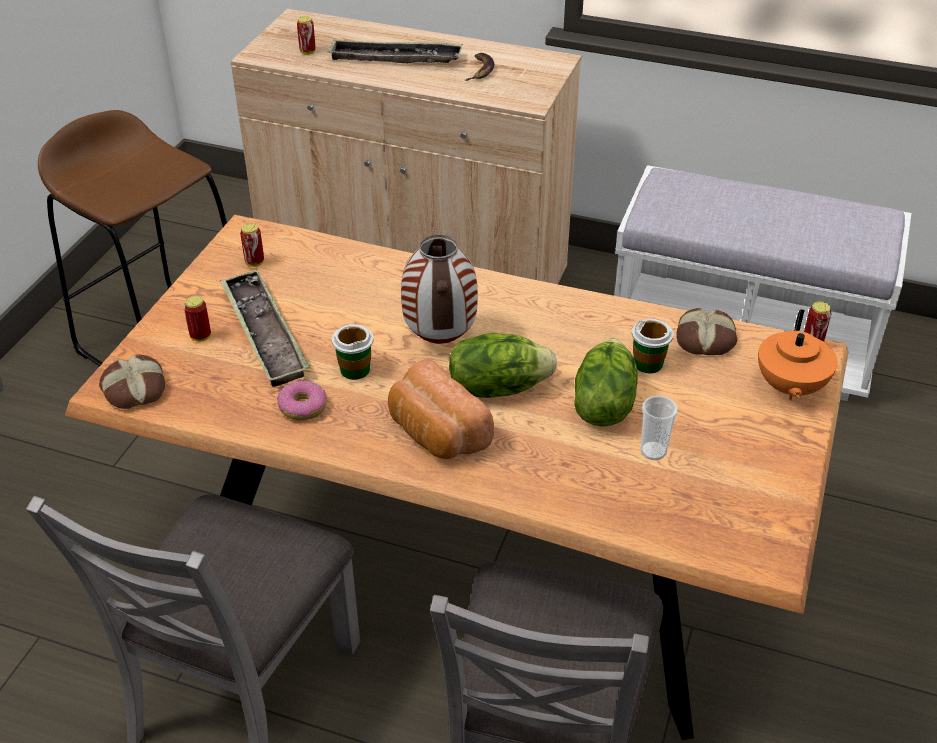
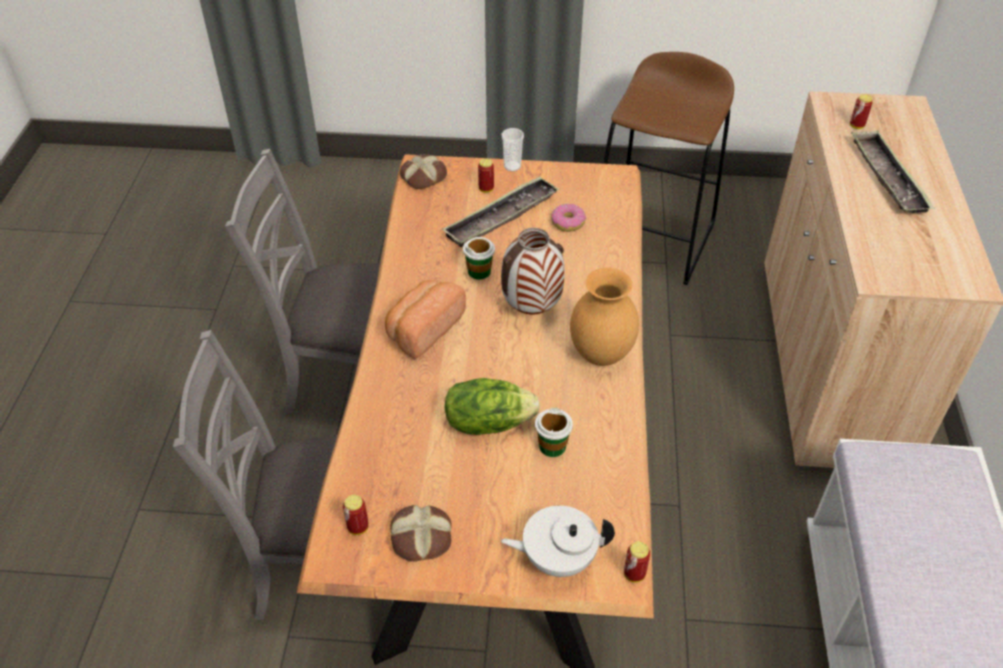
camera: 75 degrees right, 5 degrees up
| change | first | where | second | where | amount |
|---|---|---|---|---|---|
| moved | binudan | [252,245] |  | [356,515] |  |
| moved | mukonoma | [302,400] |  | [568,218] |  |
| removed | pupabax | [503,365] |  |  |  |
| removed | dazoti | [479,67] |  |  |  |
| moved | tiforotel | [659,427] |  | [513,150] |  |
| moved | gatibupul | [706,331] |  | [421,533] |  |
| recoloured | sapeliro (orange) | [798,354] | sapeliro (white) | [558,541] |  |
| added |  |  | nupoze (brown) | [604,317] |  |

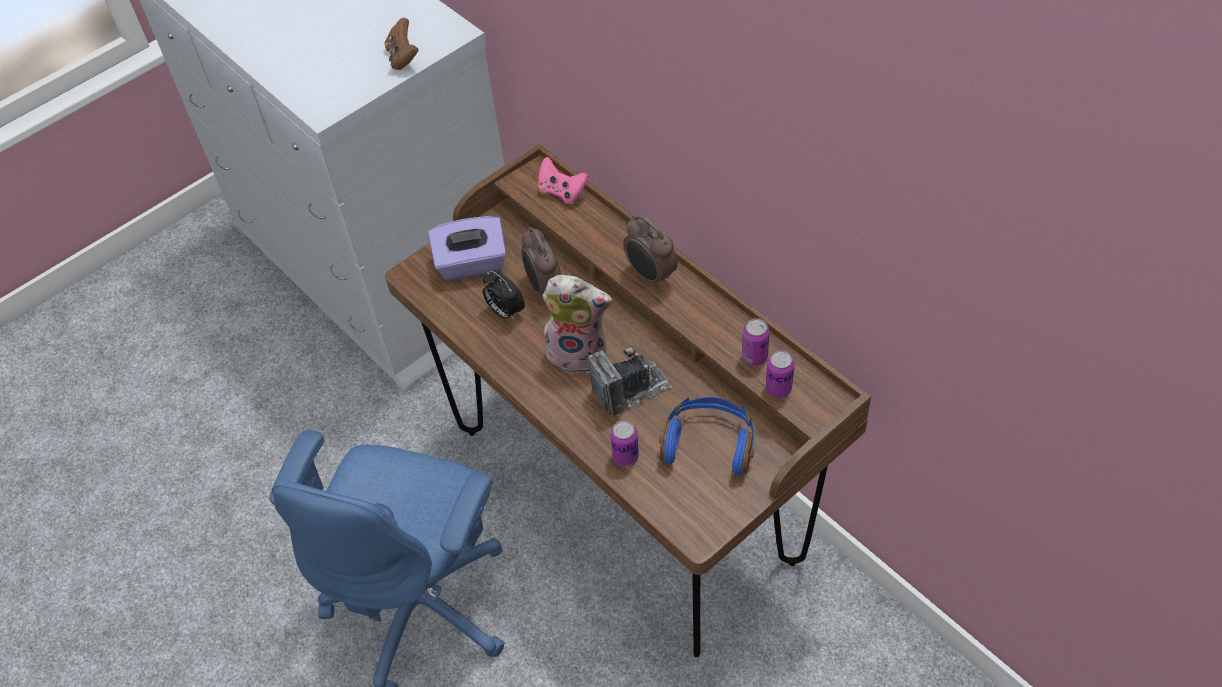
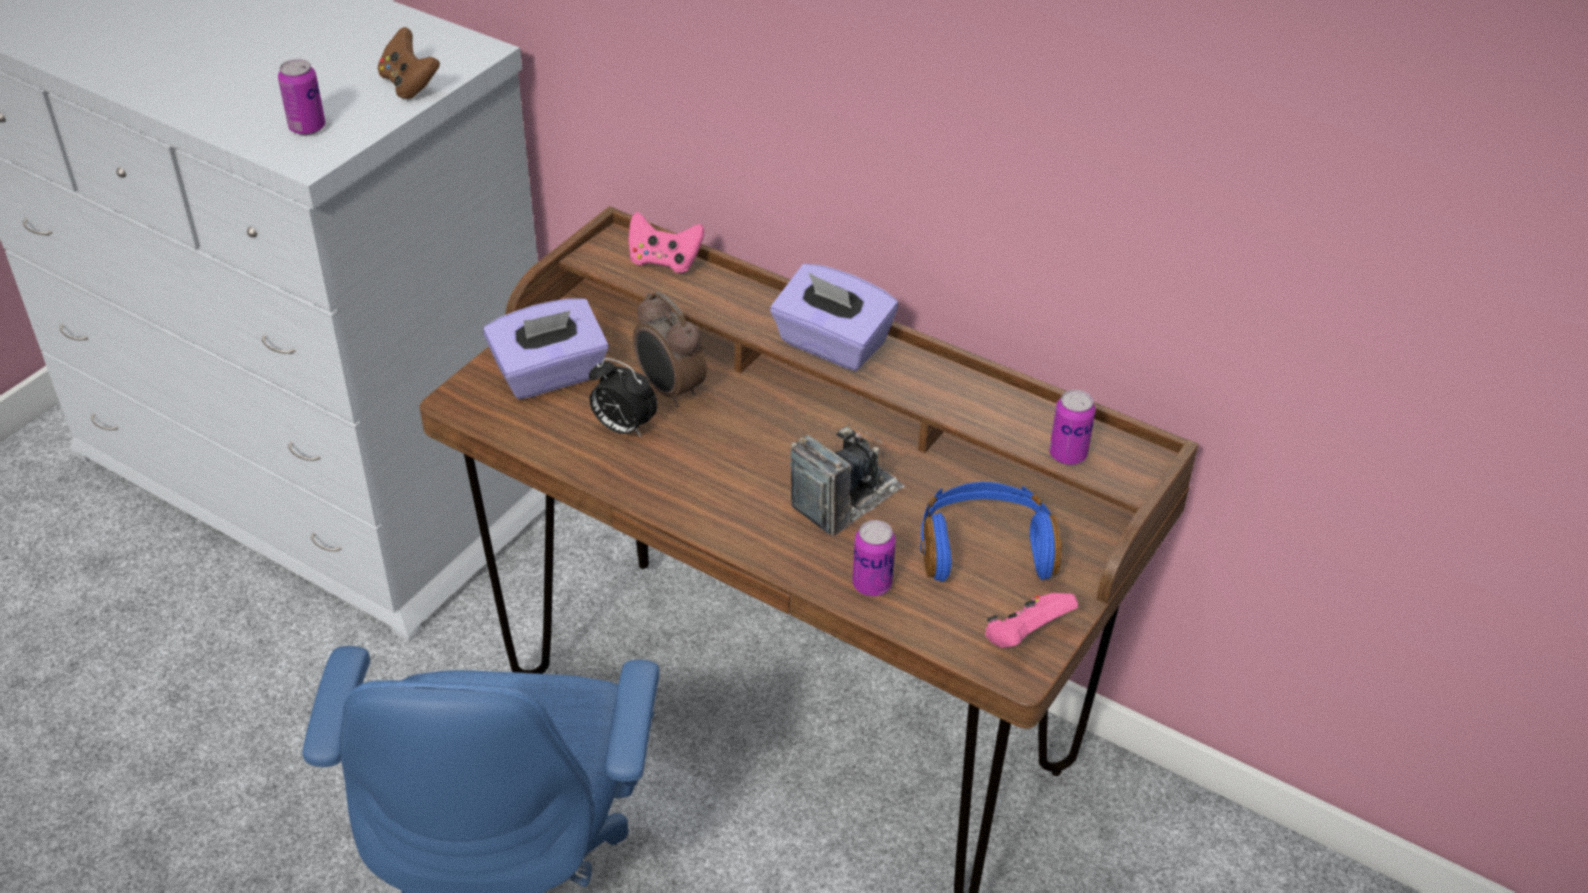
camera: 20 degrees left, 10 degrees down
| change | first | where | second | where | amount |
|---|---|---|---|---|---|
| removed | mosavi | [577,324] |  |  |  |
| replaced | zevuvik | [650,252] | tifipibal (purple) | [834,317] |  |
| moved | binudan | [756,342] |  | [301,97] |  |
| added |  |  | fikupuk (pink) | [1031,620] |  |

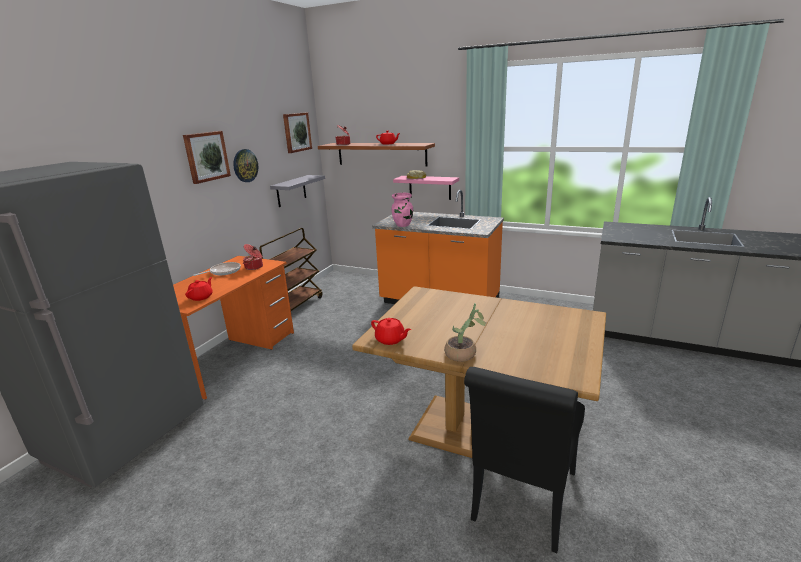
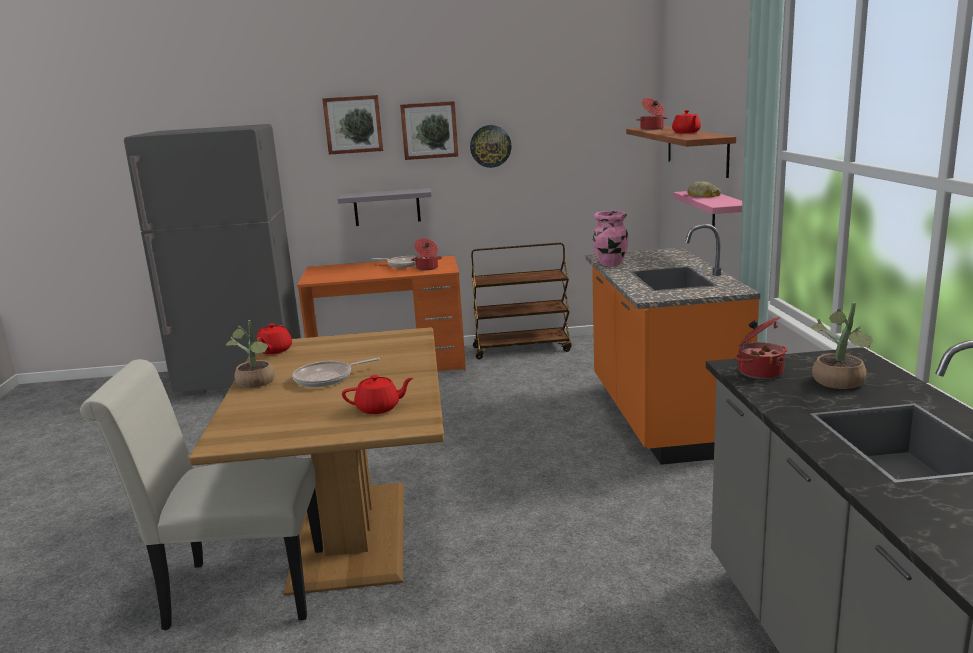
camera: 60 degrees right, 5 degrees down
| change | first | where | second | where | amount |
|---|---|---|---|---|---|
| moved | sapeliro (red) | [199,289] |  | [377,394] |  |
| moved | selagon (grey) | [297,191] |  | [385,207] |  |
| moved | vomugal | [297,132] |  | [352,125] |  |
| recoloured | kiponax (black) | [524,460] | kiponax (white) | [201,494] |  |
| added |  |  | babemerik | [336,372] |  |
| added |  |  | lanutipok | [761,348] |  |
| added |  |  | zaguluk | [842,345] |  |

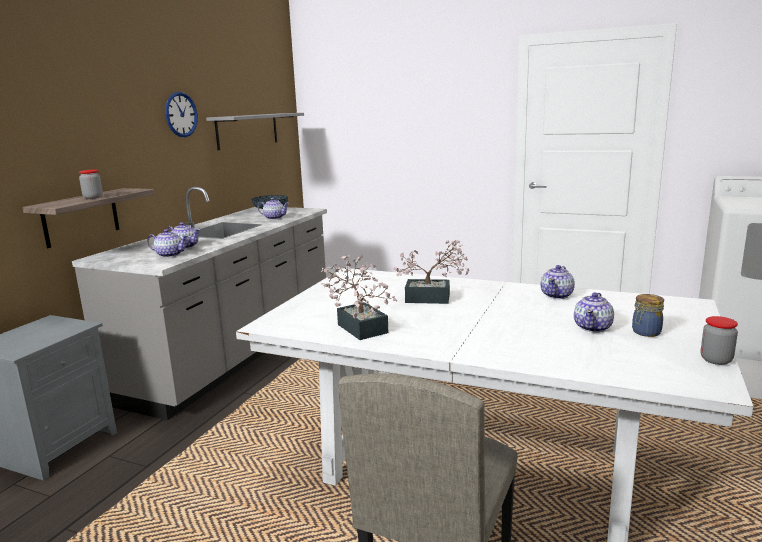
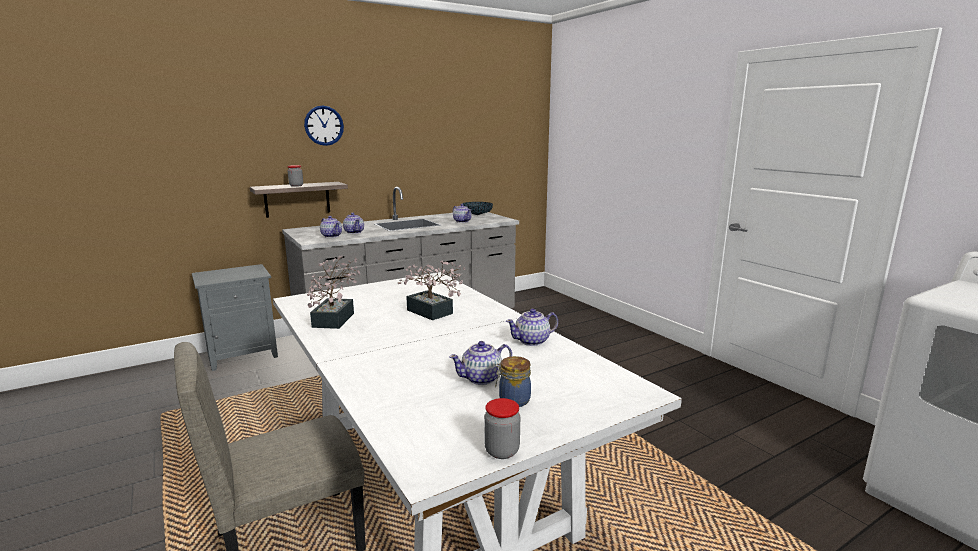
camera: 35 degrees right, 0 degrees up
| change | first | where | second | where | amount |
|---|---|---|---|---|---|
| moved | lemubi | [181,114] |  | [324,125] |  |
| removed | selagon (grey) | [255,131] |  |  |  |

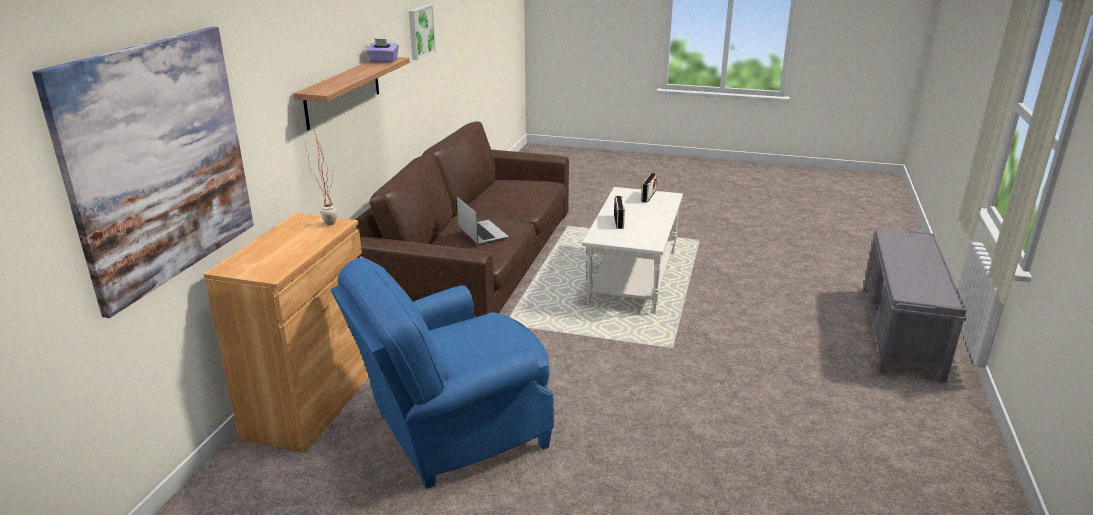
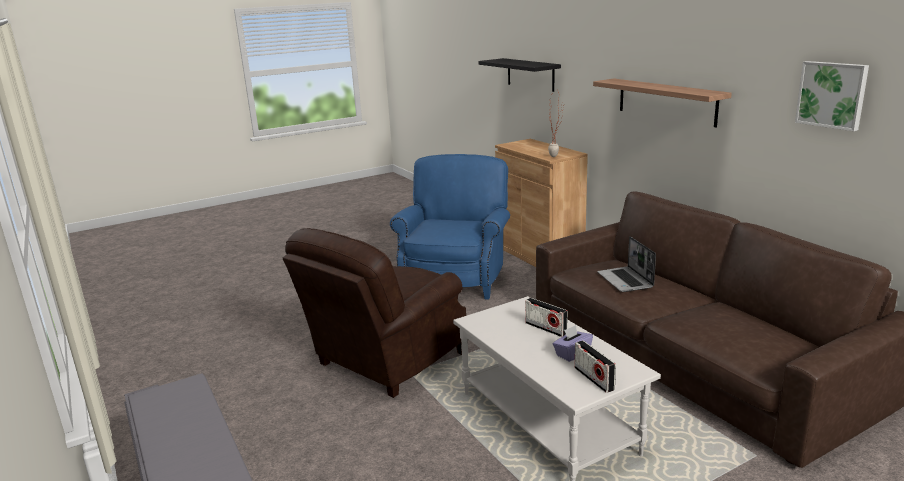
camera: 135 degrees right, 5 degrees down
| change | first | where | second | where | amount |
|---|---|---|---|---|---|
| replaced | vomugal | [143,172] | selagon (black) | [520,75] |  |
| moved | tifipibal (purple) | [382,50] |  | [573,343] |  |
| turned | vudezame | [483,220] |  | [626,264] | 60 degrees clockwise |
| added |  |  | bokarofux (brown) | [374,313] |  |

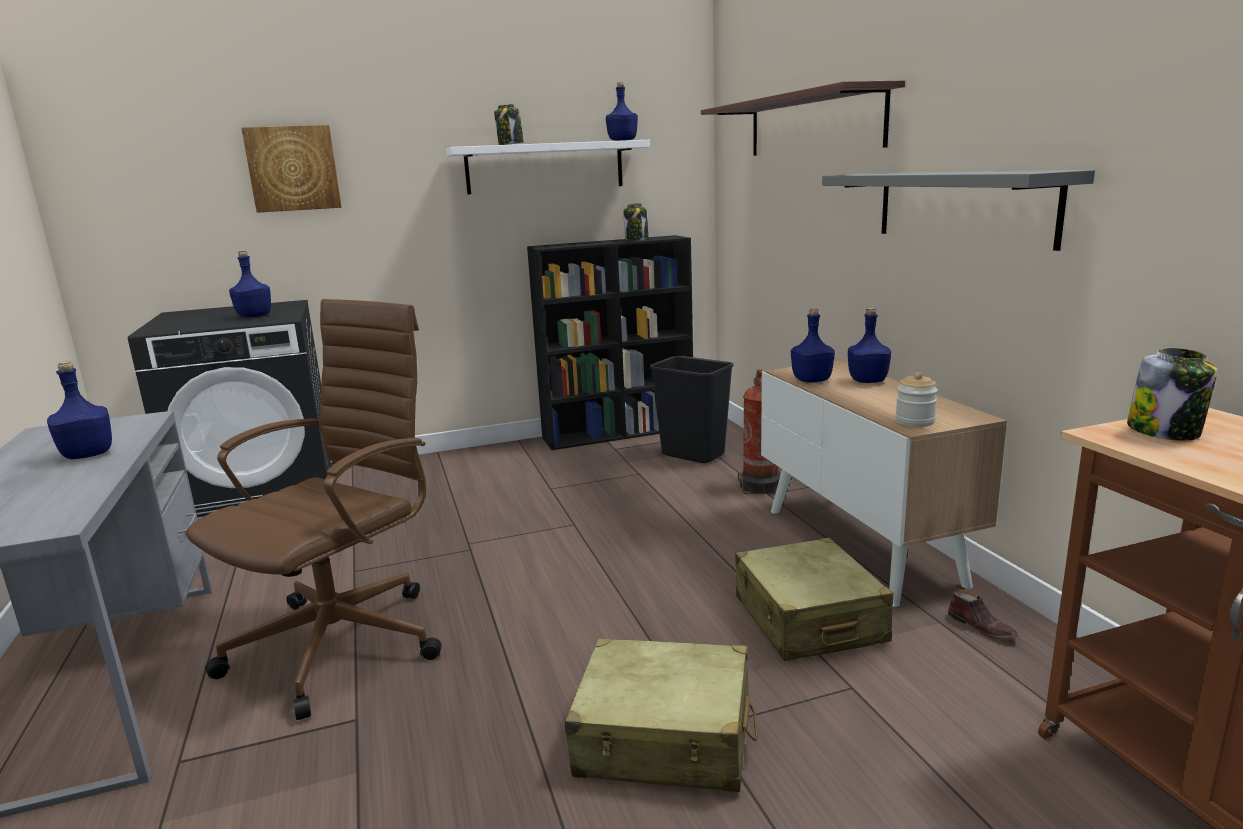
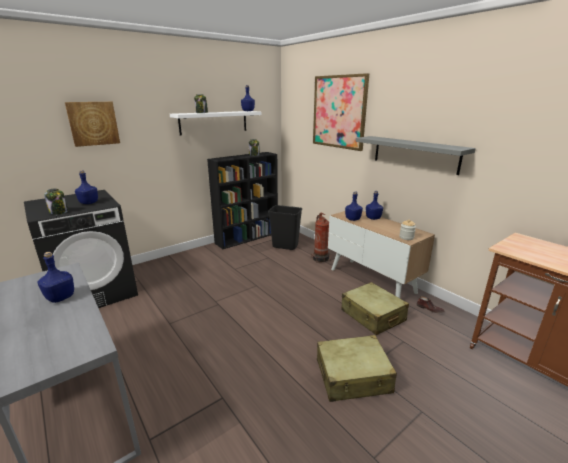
camera: 20 degrees left, 5 degrees up
| change | first | where | second | where | amount |
|---|---|---|---|---|---|
| removed | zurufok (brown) | [314,509] |  |  |  |
| replaced | selagon | [803,118] | vomugal | [341,112] |  |
| moved | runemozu | [1172,394] |  | [56,201] |  |

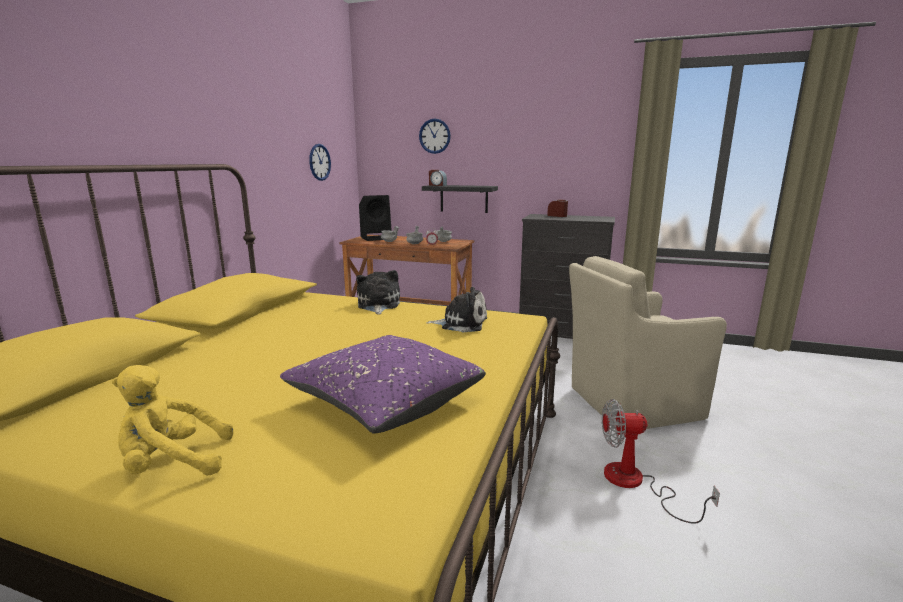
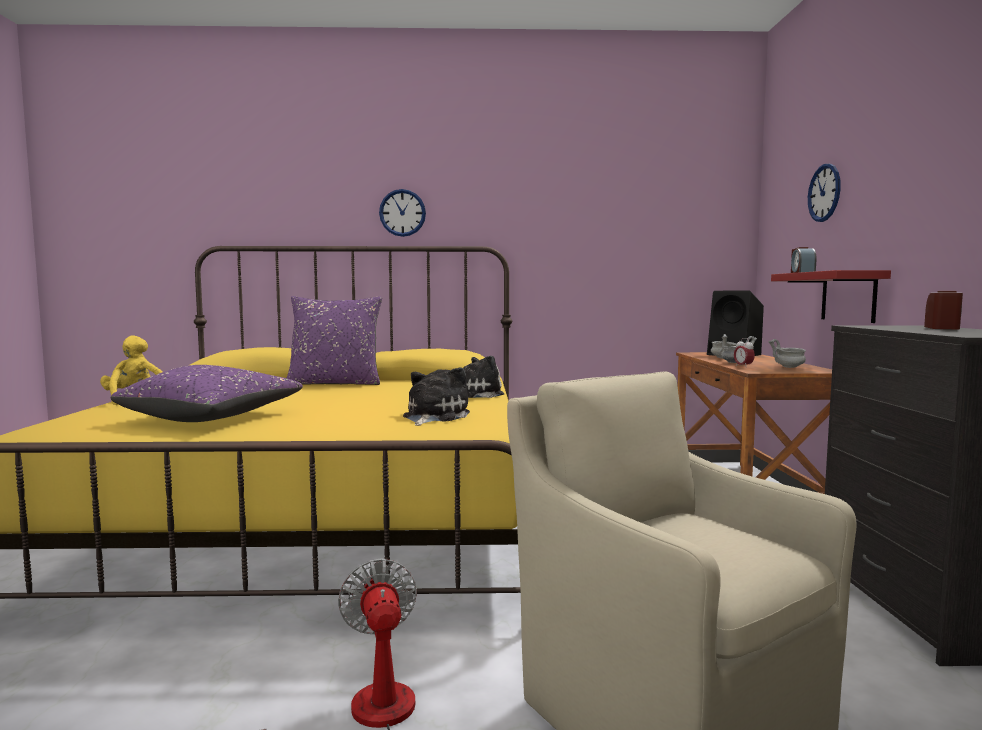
camera: 70 degrees right, 10 degrees down
| change | first | where | second | where | amount |
|---|---|---|---|---|---|
| moved | lemubi | [320,162] |  | [402,213] |  |
| recoloured | selagon (black) | [460,199] | selagon (red) | [831,296] |  |
| turned | mosavi | [456,309] |  | [436,397] | 150 degrees counterclockwise |
| added |  |  | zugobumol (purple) | [334,340] |  |

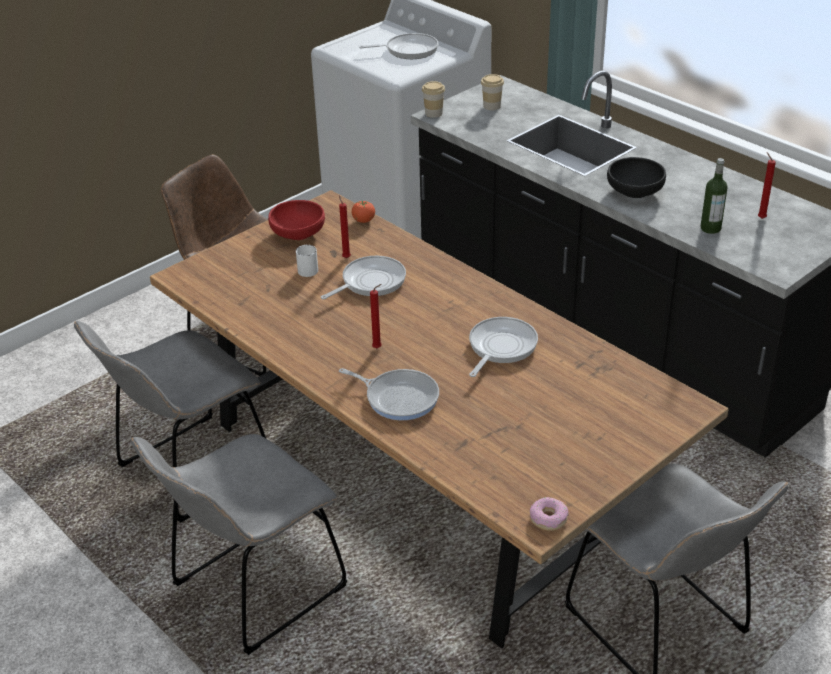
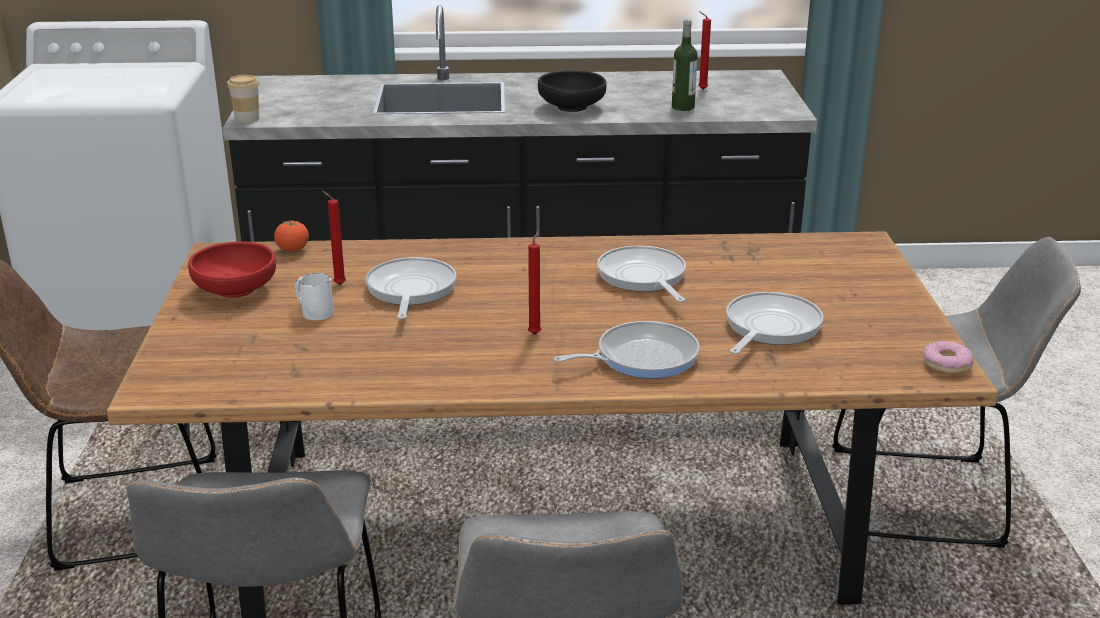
camera: 50 degrees left, 10 degrees down
| change | first | where | second | where | amount |
|---|---|---|---|---|---|
| moved | babemerik | [398,46] |  | [774,323] |  |
| removed | tiforotel | [492,92] |  |  |  |

